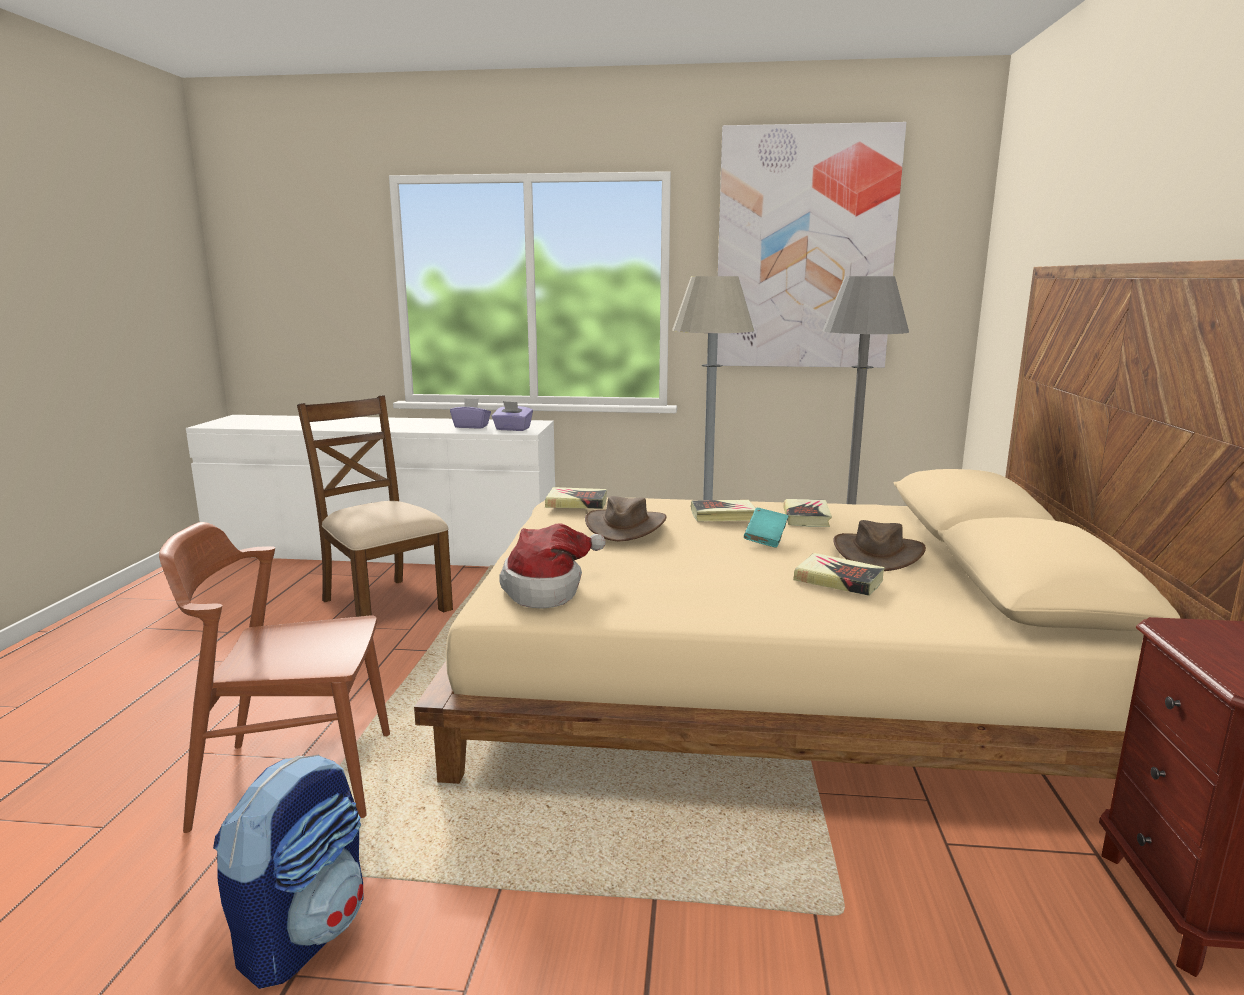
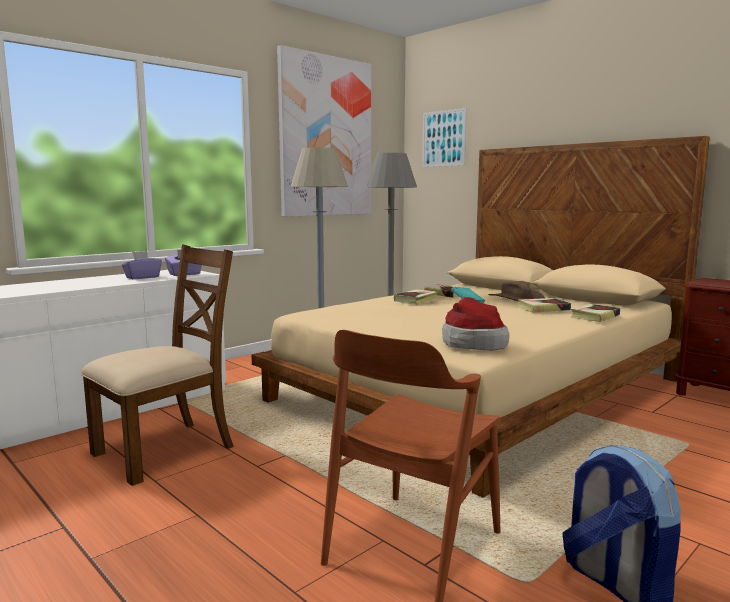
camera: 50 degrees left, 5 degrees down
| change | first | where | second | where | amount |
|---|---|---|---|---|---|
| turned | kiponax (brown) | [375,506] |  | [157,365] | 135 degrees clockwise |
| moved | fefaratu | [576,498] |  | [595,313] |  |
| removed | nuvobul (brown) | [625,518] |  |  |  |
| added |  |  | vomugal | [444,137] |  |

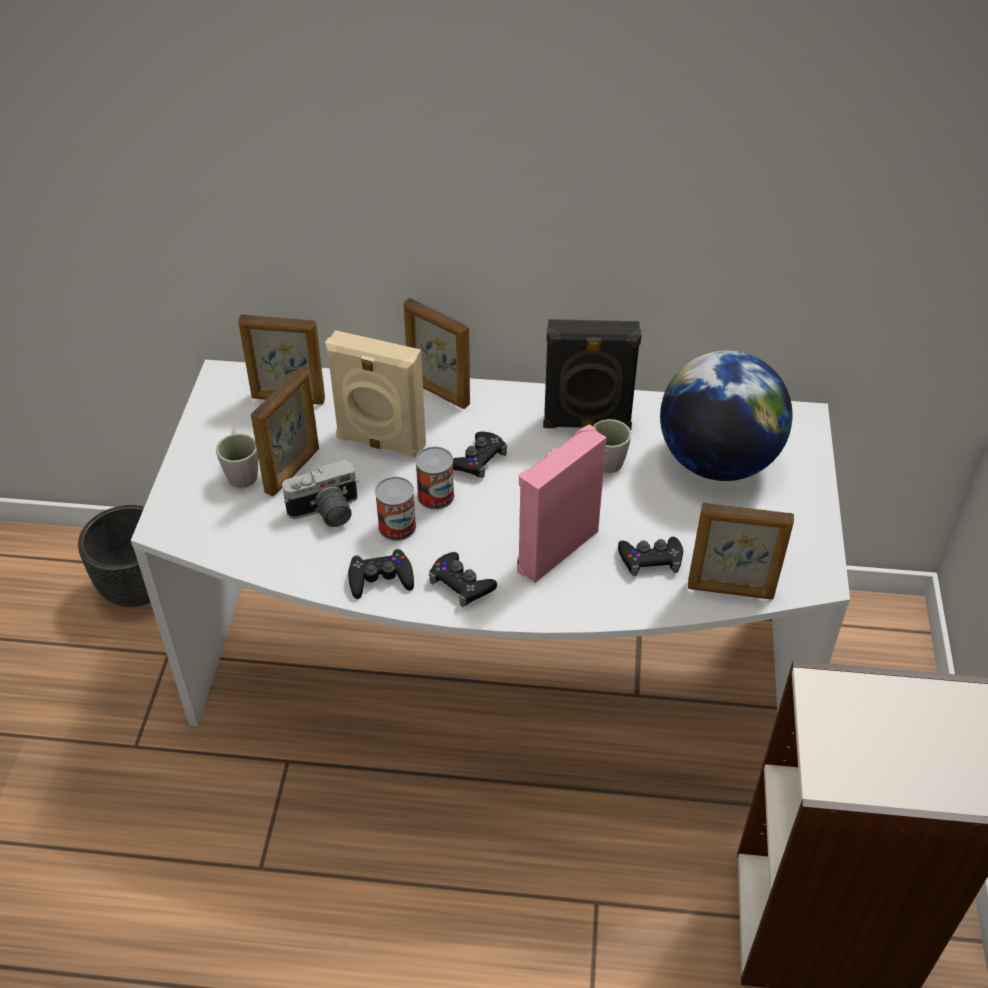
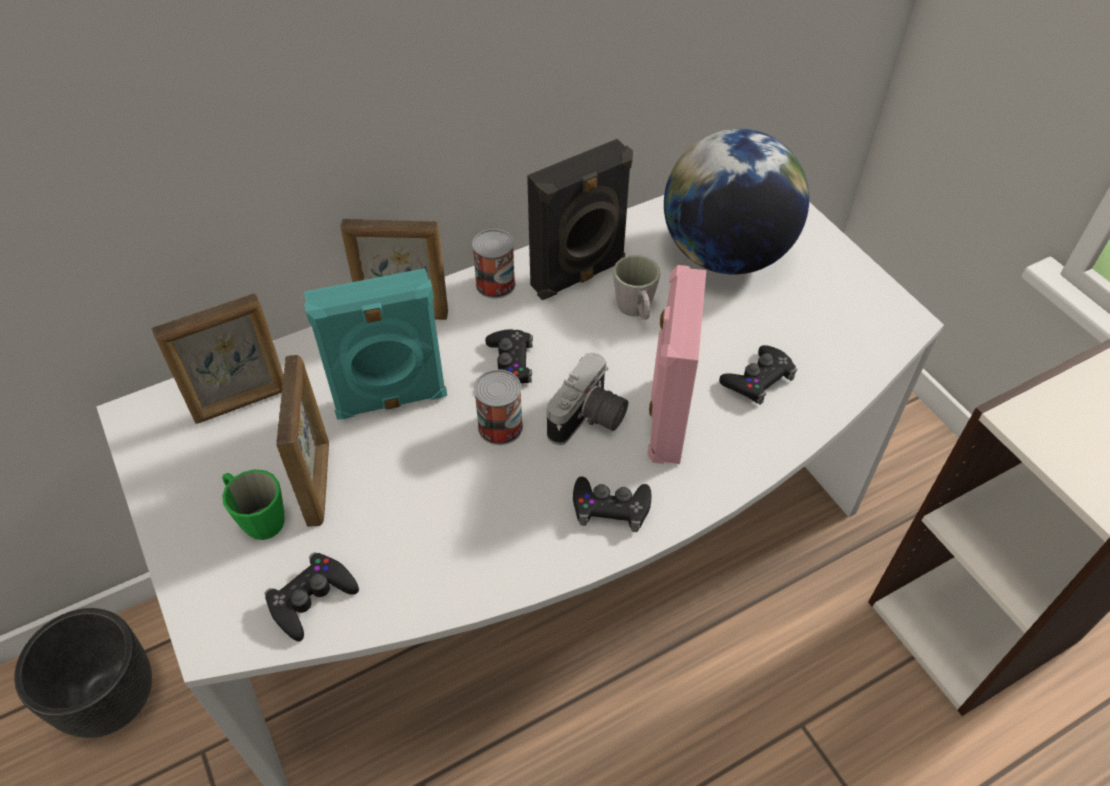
camera: 35 degrees left, 5 degrees up
| change | first | where | second | where | amount |
|---|---|---|---|---|---|
| recoloured | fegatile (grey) | [237,459] | fegatile (green) | [253,504] |  |
| moved | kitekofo | [320,493] |  | [588,398] |  |
| recoloured | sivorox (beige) | [375,394] | sivorox (turquoise) | [375,344] |  |
| moved | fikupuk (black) | [381,574] |  | [312,597] |  |
| moved | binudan | [395,509] |  | [494,263] |  |
| removed | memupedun | [741,551] |  |  |  |

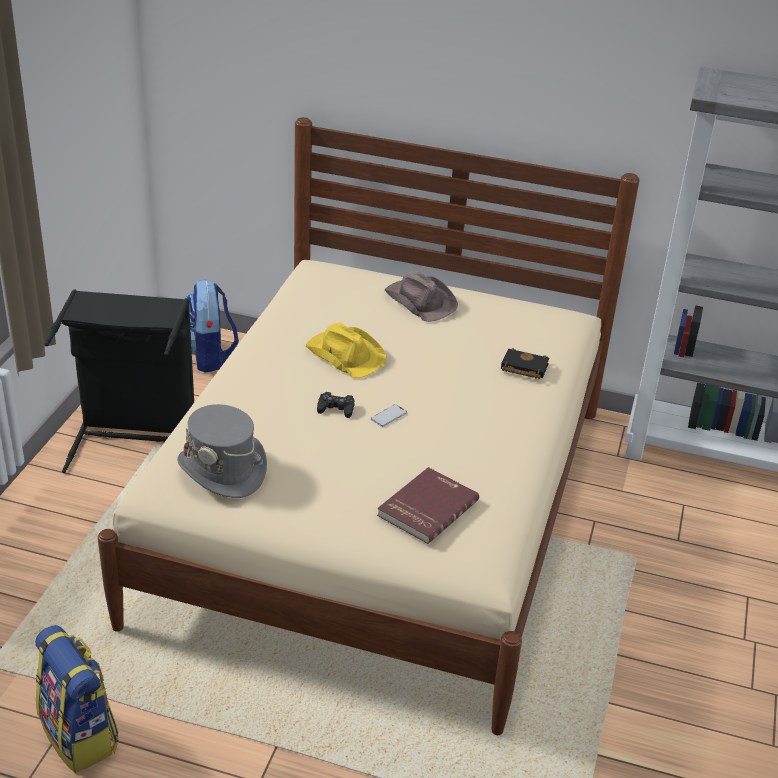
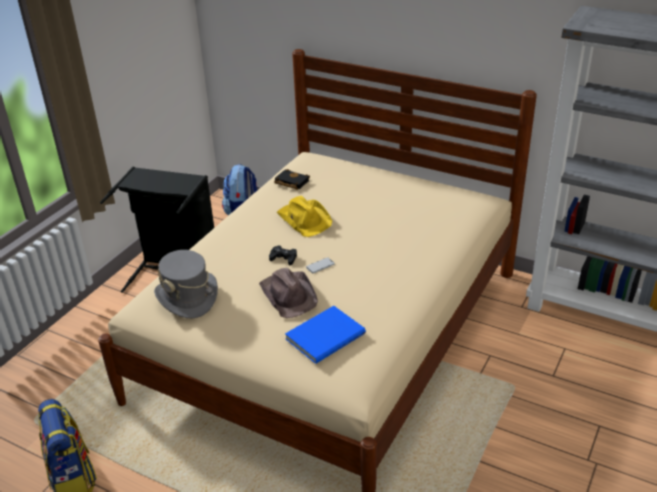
camera: 15 degrees right, 0 degrees up
| change | first | where | second | where | amount |
|---|---|---|---|---|---|
| recoloured | fefaratu (red) | [428,505] | fefaratu (blue) | [325,335] |  |
| moved | nuvobul (brown) | [421,296] |  | [288,293] |  |
| moved | fefaratu (black) | [525,363] |  | [292,179] |  |

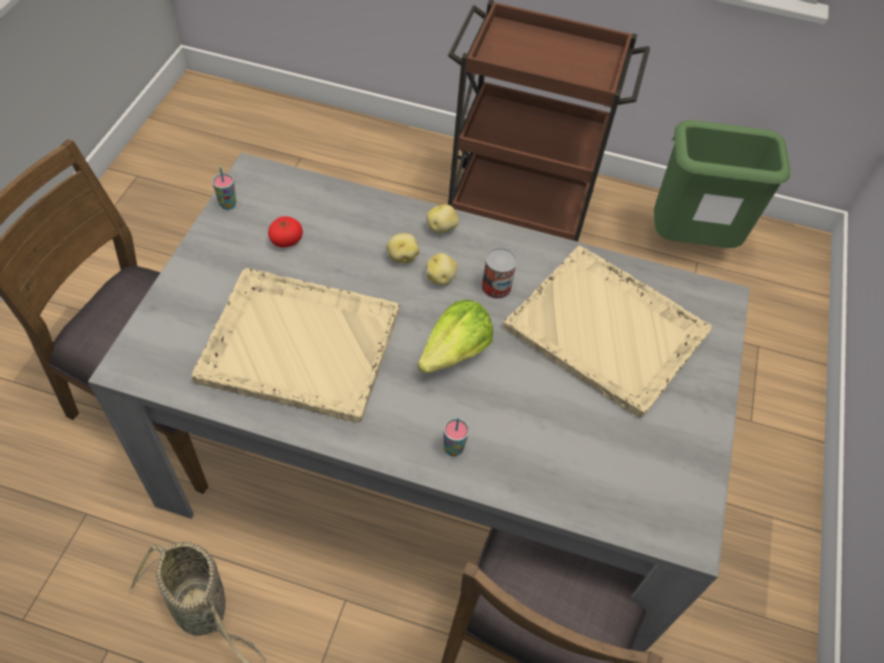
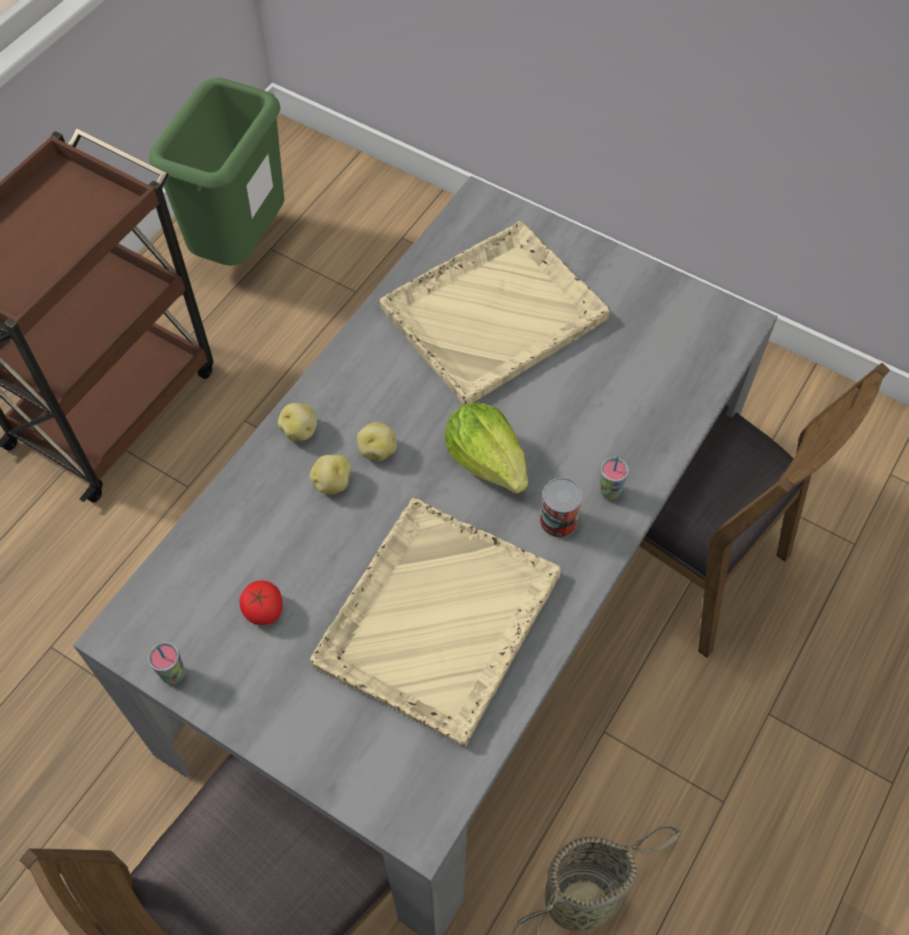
camera: 70 degrees left, 5 degrees up
| change | first | where | second | where | amount |
|---|---|---|---|---|---|
| moved | binudan | [499,273] |  | [561,508] |  |

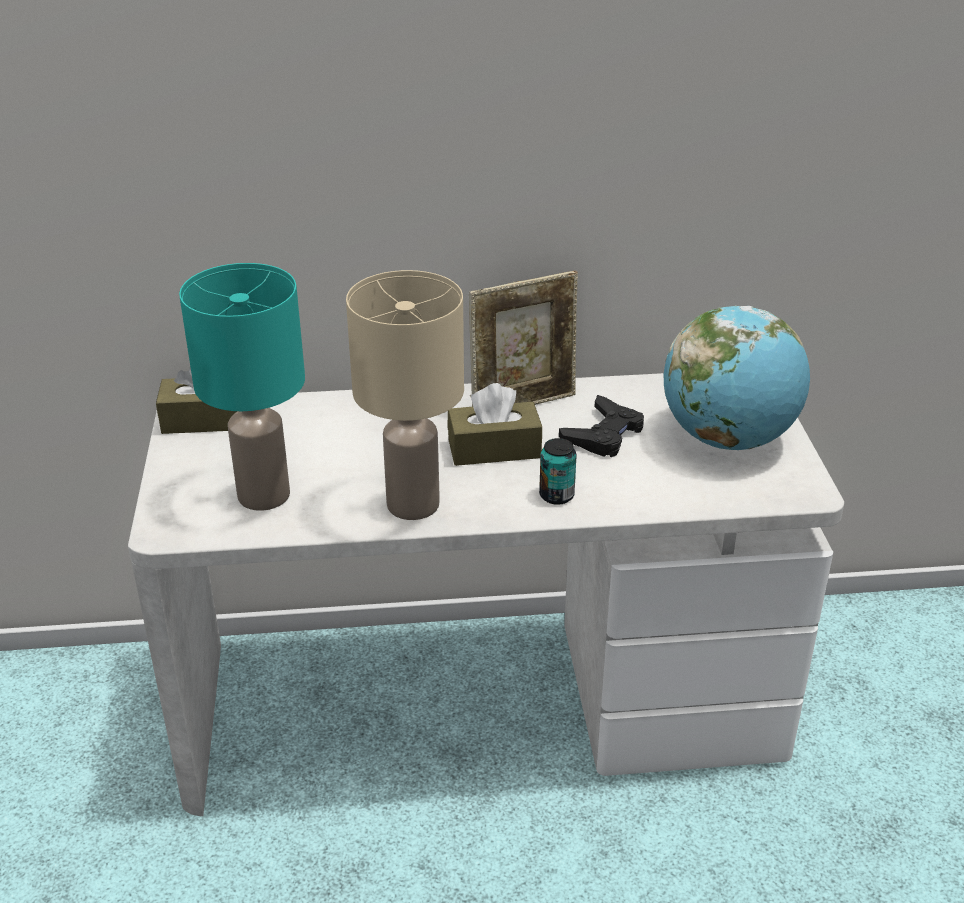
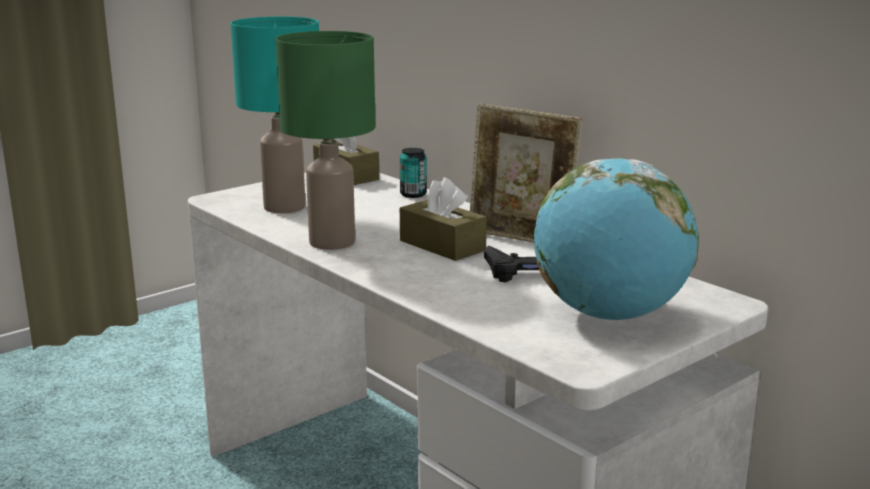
camera: 55 degrees right, 15 degrees down
| change | first | where | second | where | amount |
|---|---|---|---|---|---|
| recoloured | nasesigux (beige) | [405,395] | nasesigux (green) | [325,140] |  |
| moved | binudan | [558,471] |  | [413,173] |  |

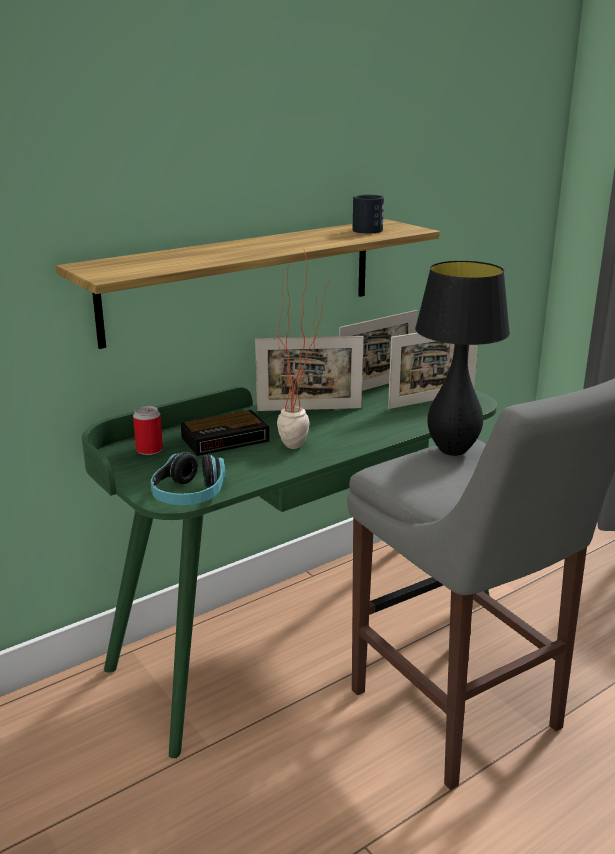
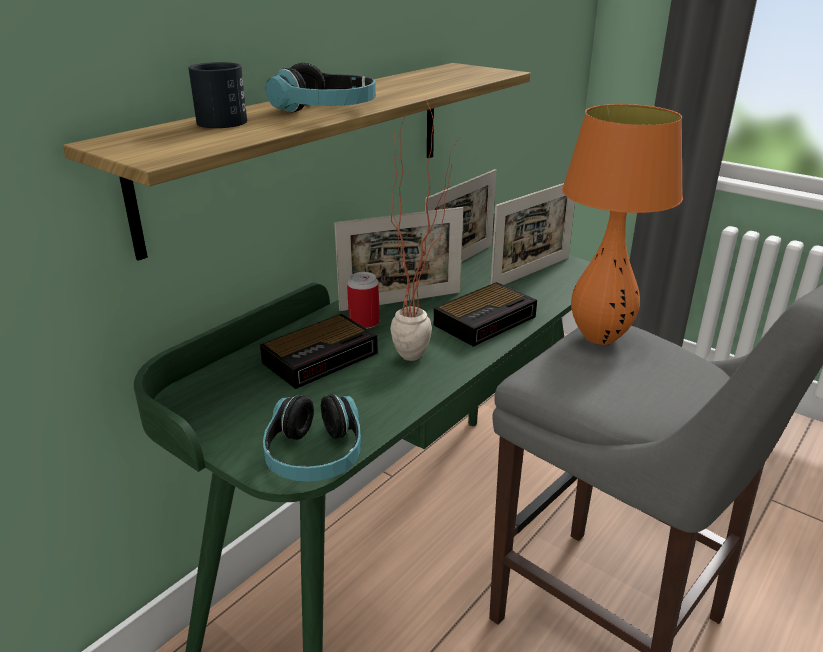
camera: 15 degrees left, 5 degrees up
| change | first | where | second | where | amount |
|---|---|---|---|---|---|
| moved | binudan | [148,430] |  | [363,300] |  |
| moved | fegatile (black) | [368,214] |  | [217,95] |  |
| recoloured | nasesigux (black) | [462,358] | nasesigux (orange) | [622,224] |  |
| added |  |  | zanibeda | [321,87] |  |
| added |  |  | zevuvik | [485,314] |  |

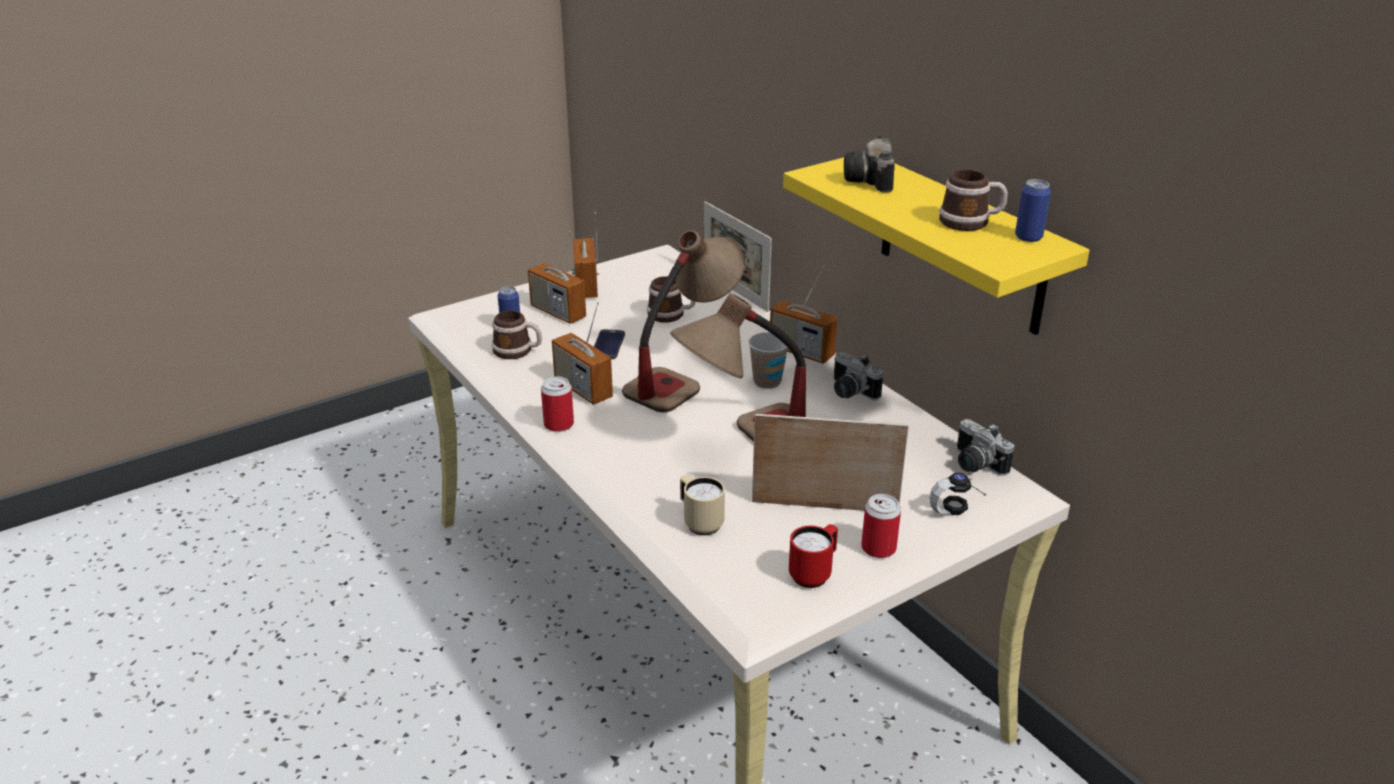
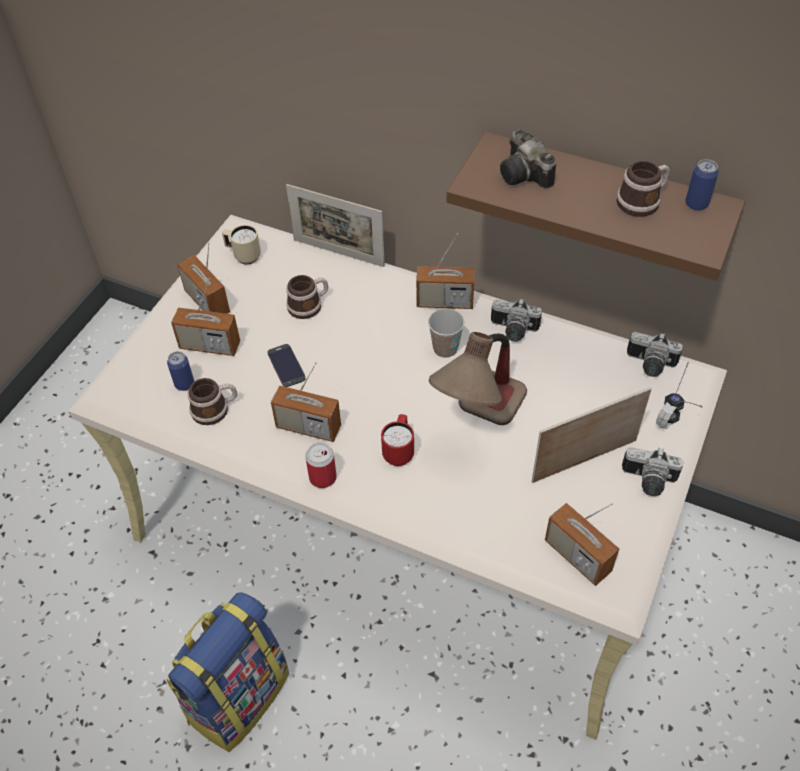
camera: 30 degrees left, 20 degrees up
| change | first | where | second | where | amount |
|---|---|---|---|---|---|
| removed | nasesigux | [683,321] |  |  |  |
| moved | fegatile (beige) | [702,505] |  | [241,244] |  |
| recoloured | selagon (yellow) | [936,246] | selagon (brown) | [596,206] |  |
| moved | fegatile (red) | [813,556] |  | [397,440] |  |
| replaced | binudan | [881,526] | kitekofo | [652,471] |  |
| added |  |  | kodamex | [227,672] |  |
| added |  |  | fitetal | [582,544] |  |

